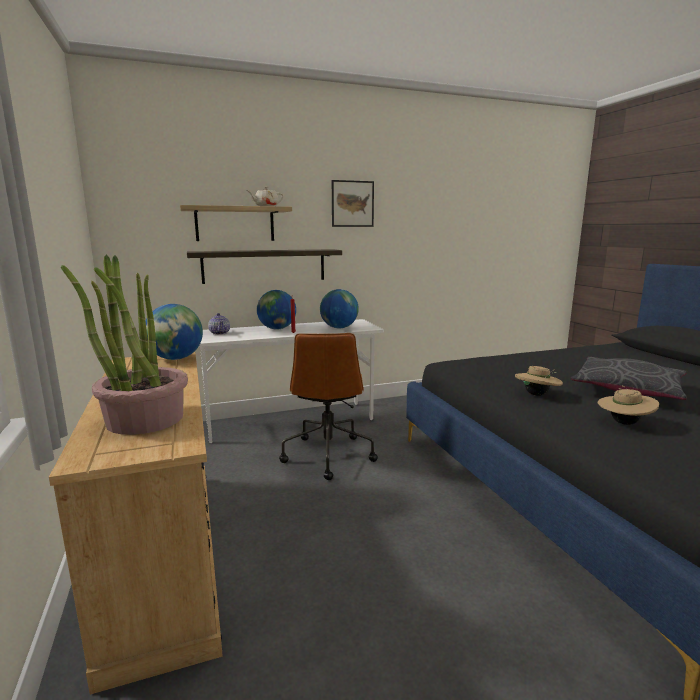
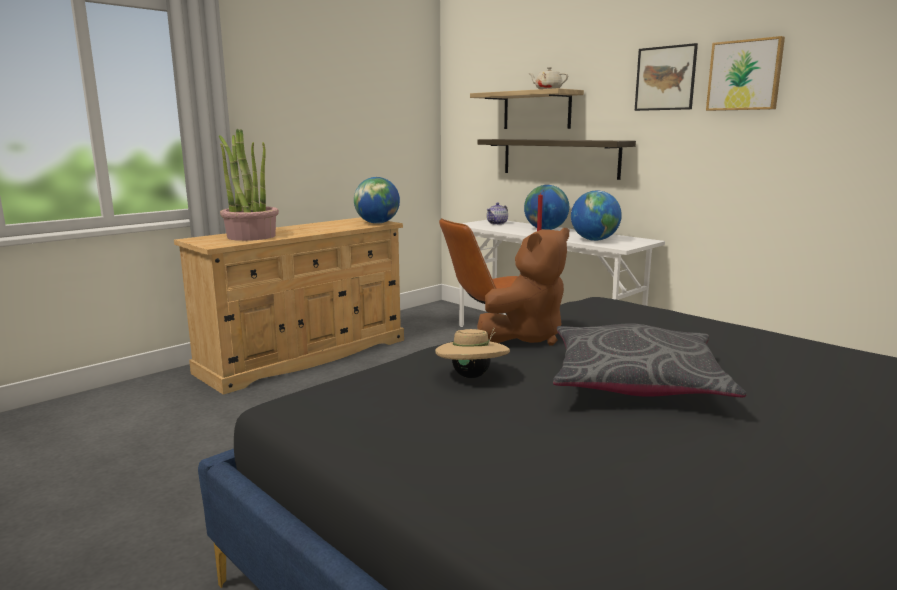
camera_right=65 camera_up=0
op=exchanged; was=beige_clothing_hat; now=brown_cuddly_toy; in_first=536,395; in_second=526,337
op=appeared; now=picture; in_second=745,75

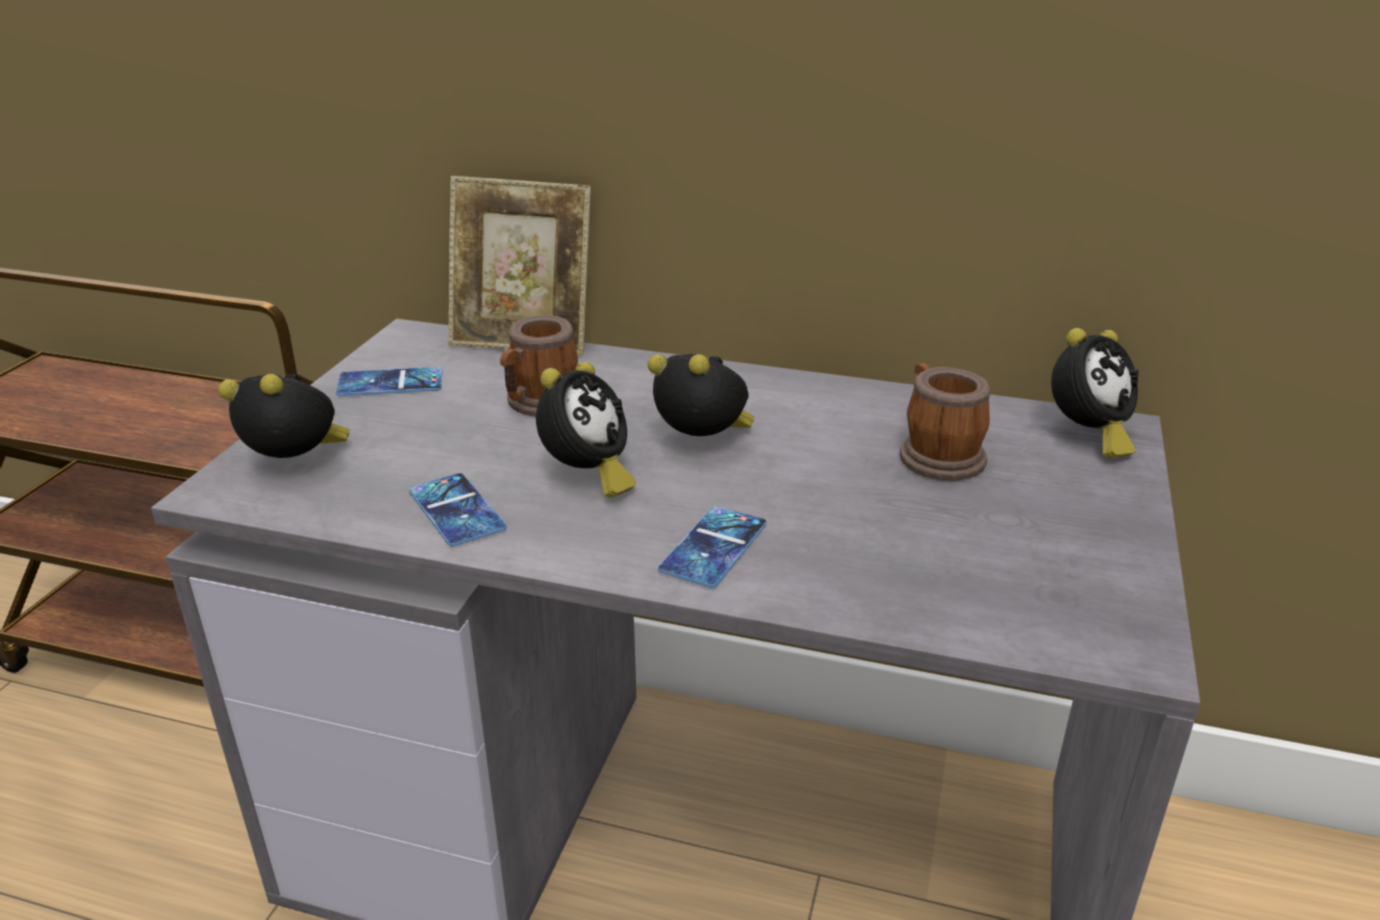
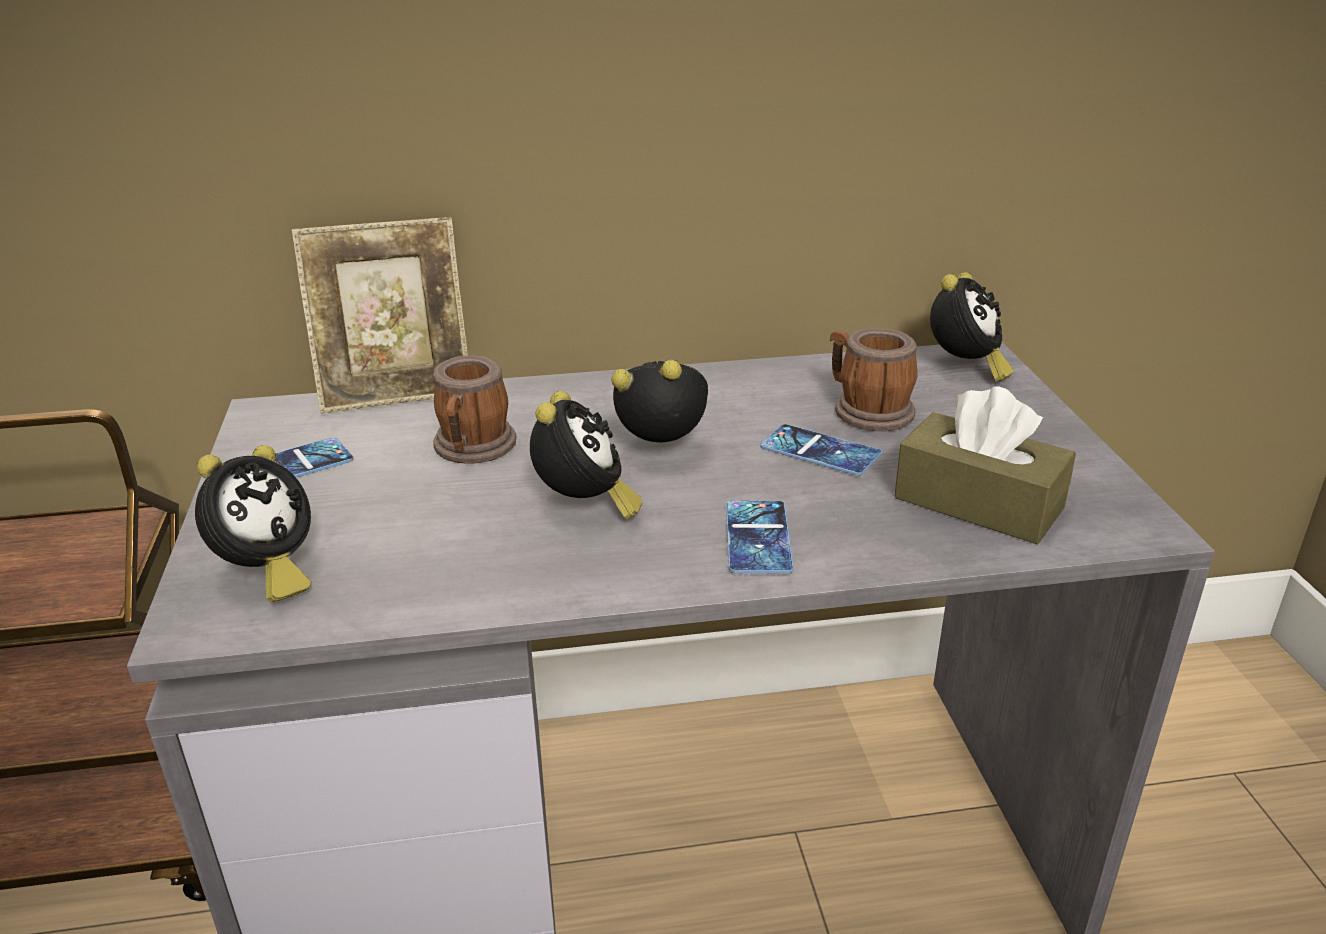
camera_right=-25 camera_up=0
op=spun; was=table_clock; in_first=298,465; in_second=266,574; clockwise=135
op=relocated; was=phone; in_first=456,510; in_second=820,451
op=appeared; now=brown_box_of_tissues; in_second=978,503

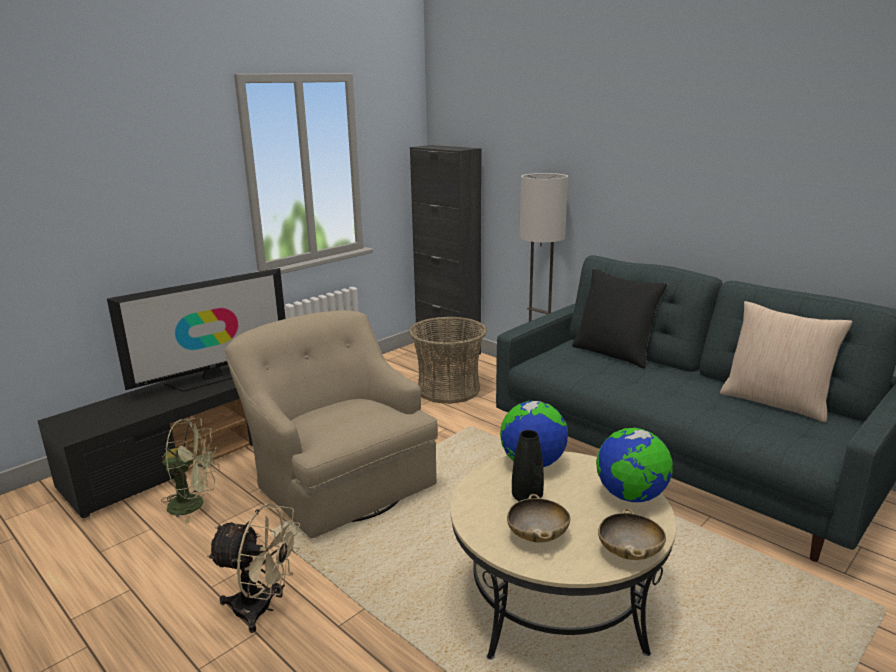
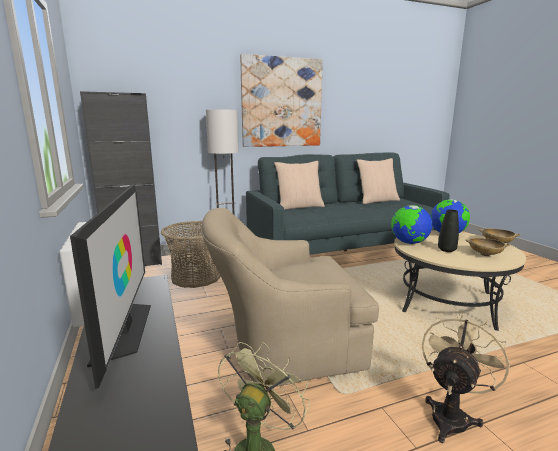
camera_right=-65 camera_up=-5
op=colour; was=blackish_throw_pillow; now=beige_throw_pillow; in_first=614,353; in_second=299,207
op=appeared; now=picture; in_second=282,103

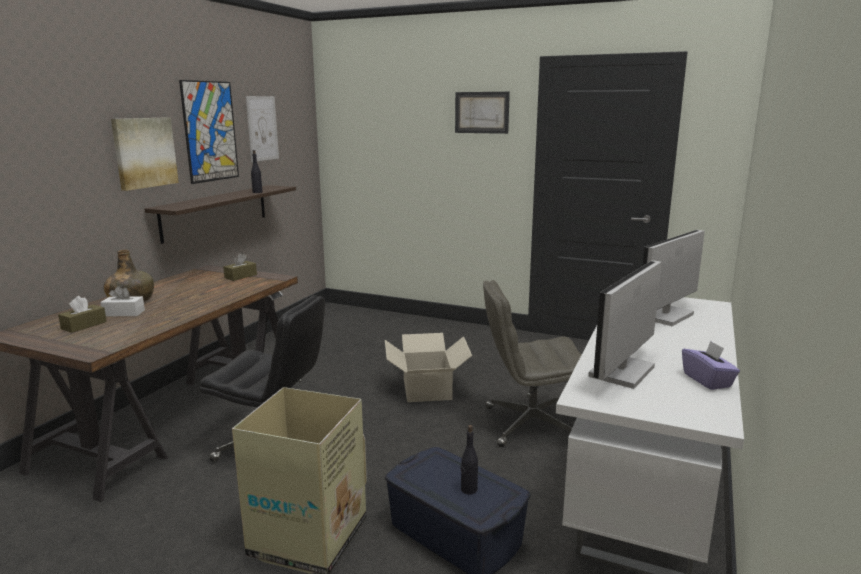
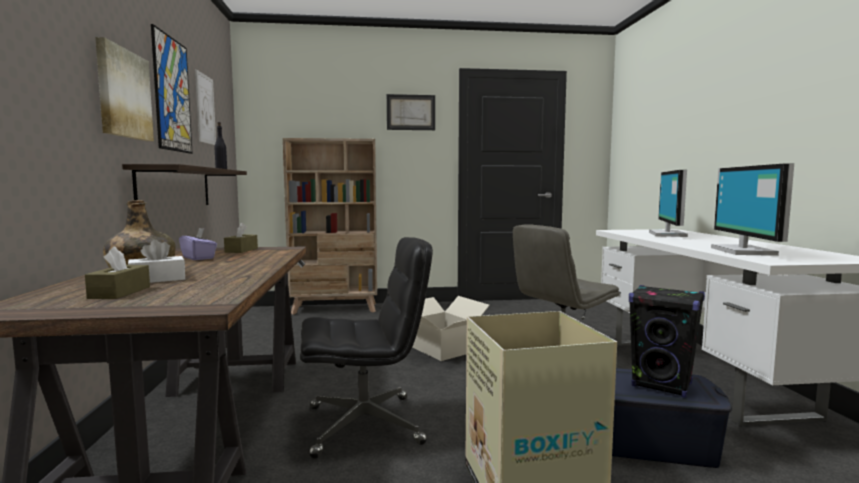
camera_right=-30 camera_up=-10
op=relocated; was=purplish_box_of_tissues; in_first=707,380; in_second=199,258
op=exchanged; was=blackish_bottle; now=blackish_audio_speaker; in_first=468,489; in_second=662,385
op=appeared; now=beige_bookcase; in_second=335,309

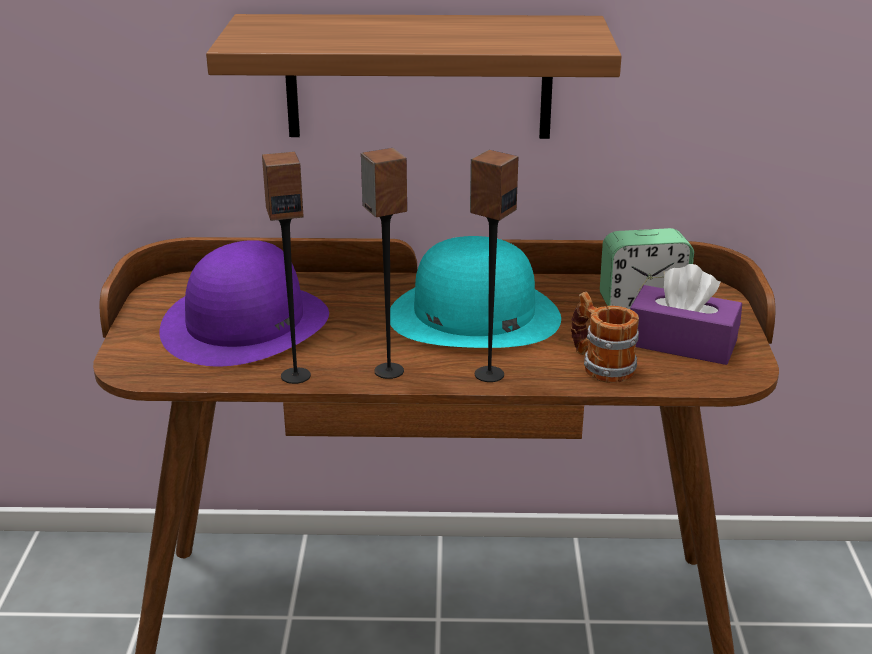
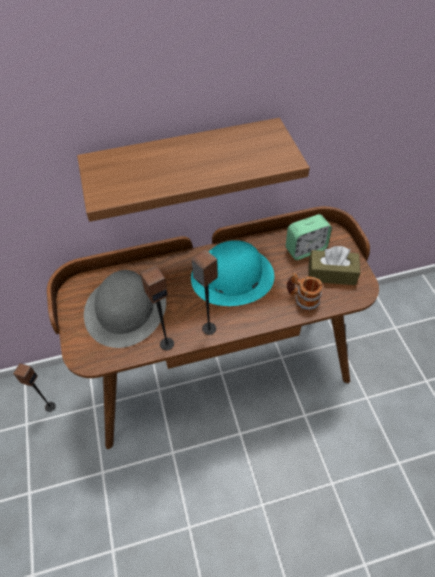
camera_right=-15 camera_up=25
op=relocated; was=audio_speaker; in_first=488,374; in_second=50,406
op=colour; was=purplish_clothing_hat; now=grey_clothing_hat; in_first=246,323; in_second=125,309
op=colour; was=purplish_box_of_tissues; now=brown_box_of_tissues; in_first=682,343; in_second=331,274

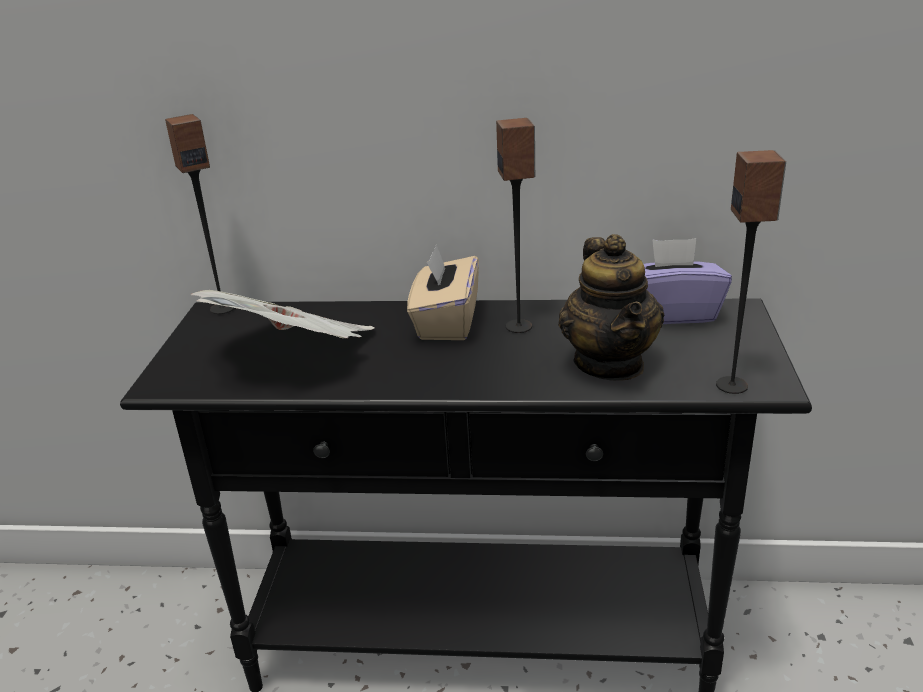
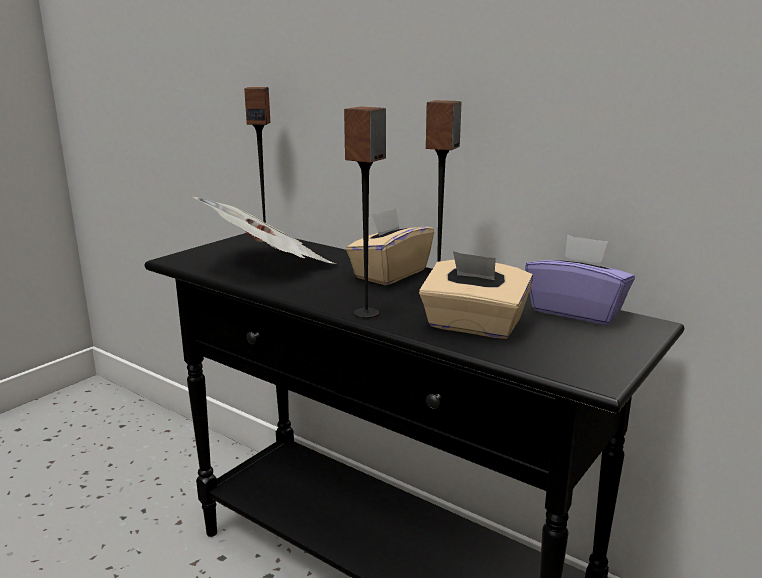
camera_right=30 camera_up=-10
op=relocated; was=audio_speaker; in_first=732,385; in_second=366,313
op=exchanged; was=tea_pot; now=beige_box_of_tissues; in_first=610,363; in_second=473,326

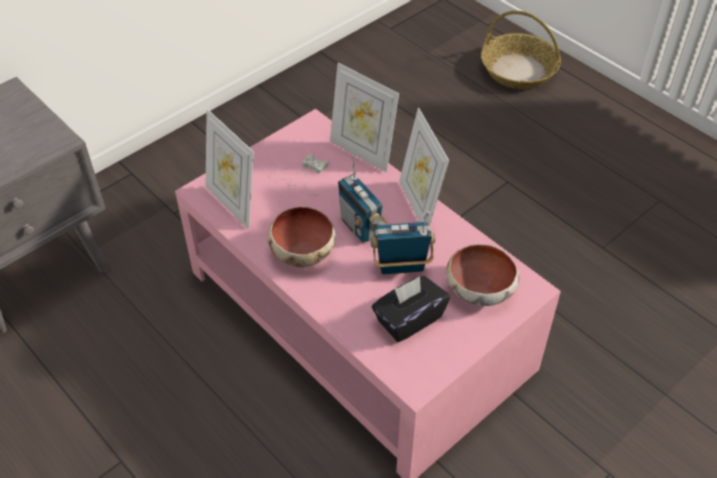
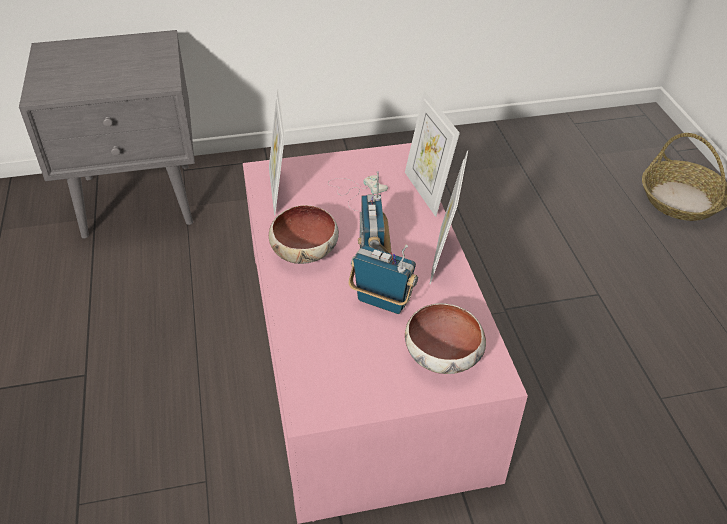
camera_right=30 camera_up=-5
op=missing; was=blackish_box_of_tissues; in_first=409,319

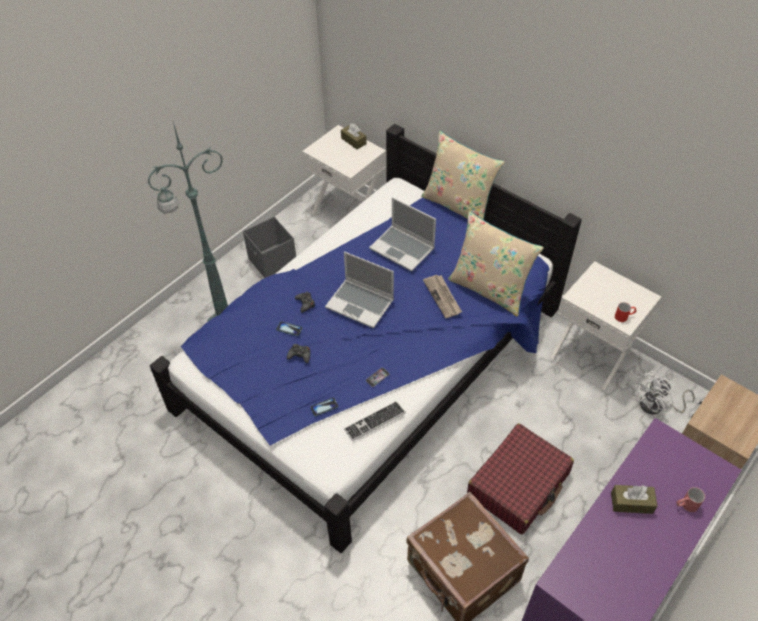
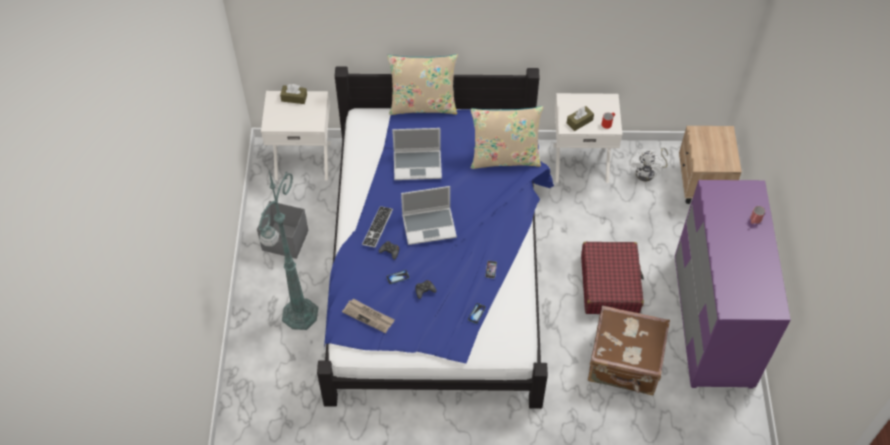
camera_right=-40 camera_up=5
op=relocated; was=newspaper; in_first=443,297; in_second=369,316
op=relocated; was=keyboard; in_first=374,421; in_second=377,227
op=relocated; was=brown_box_of_tissues; in_first=631,503; in_second=579,121

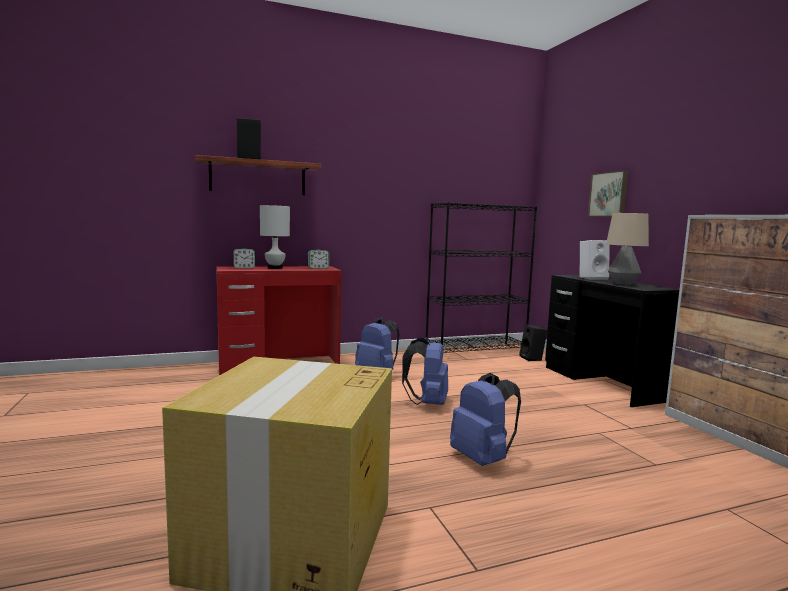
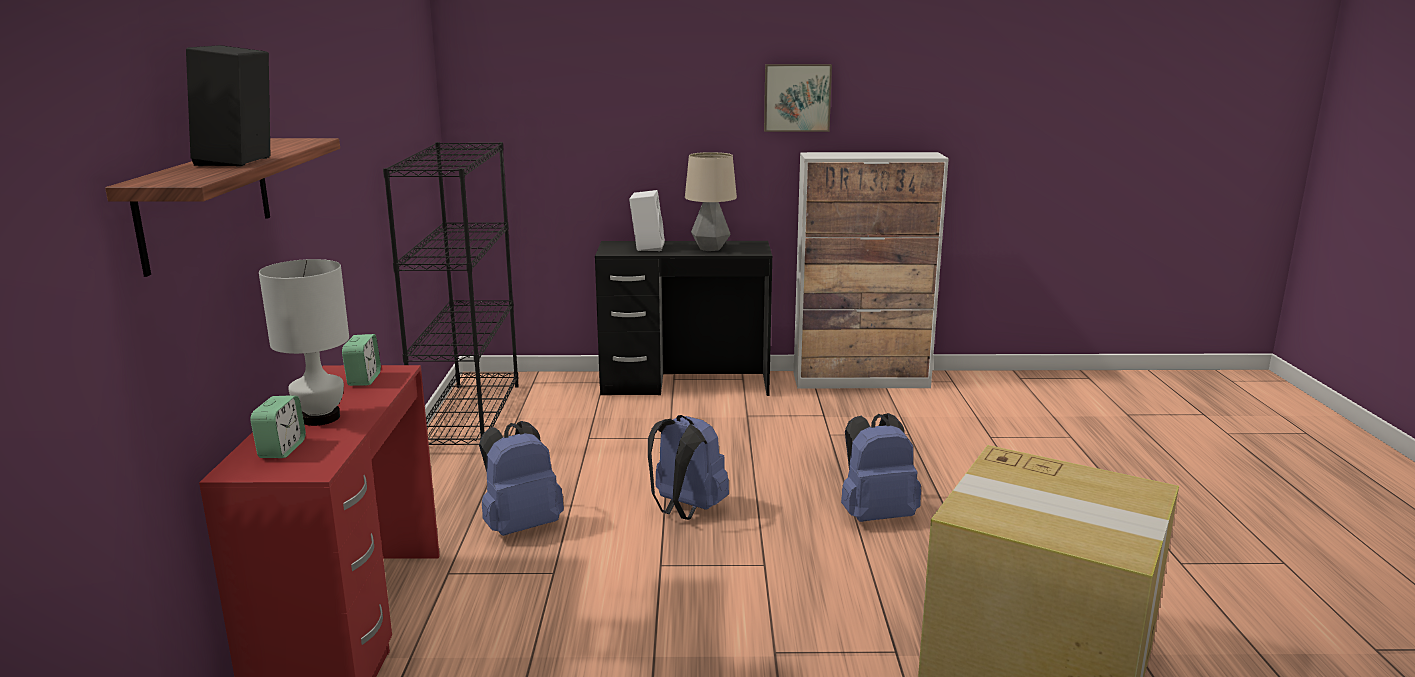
camera_right=-70 camera_up=10
op=relocated; was=picture; in_first=609,194; in_second=797,97
op=missing; was=blackish_audio_speaker; in_first=532,358

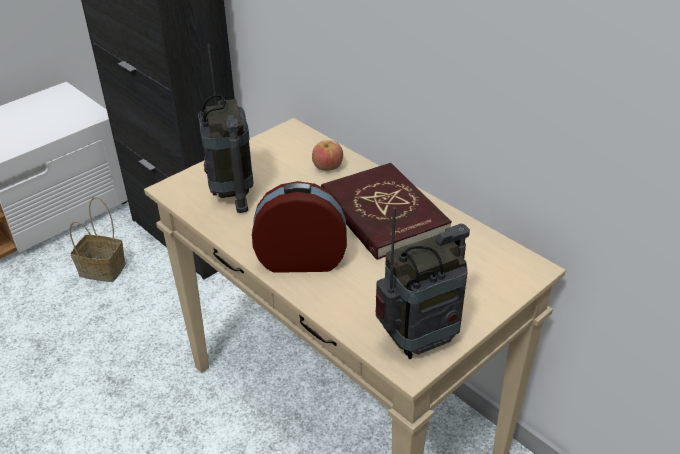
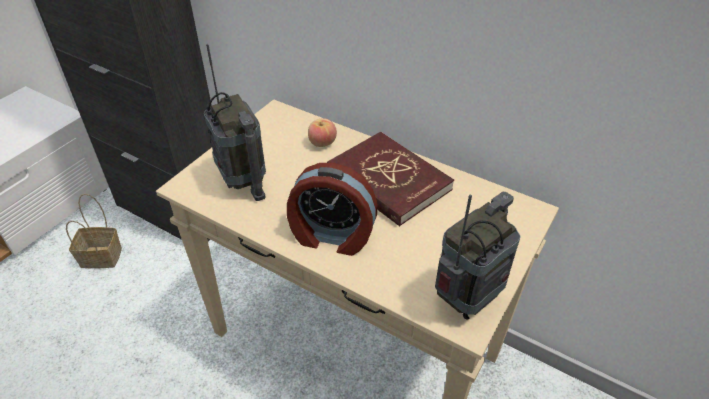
camera_right=-15 camera_up=5
op=spun; was=table_clock; in_first=301,258; in_second=331,237; clockwise=-150

